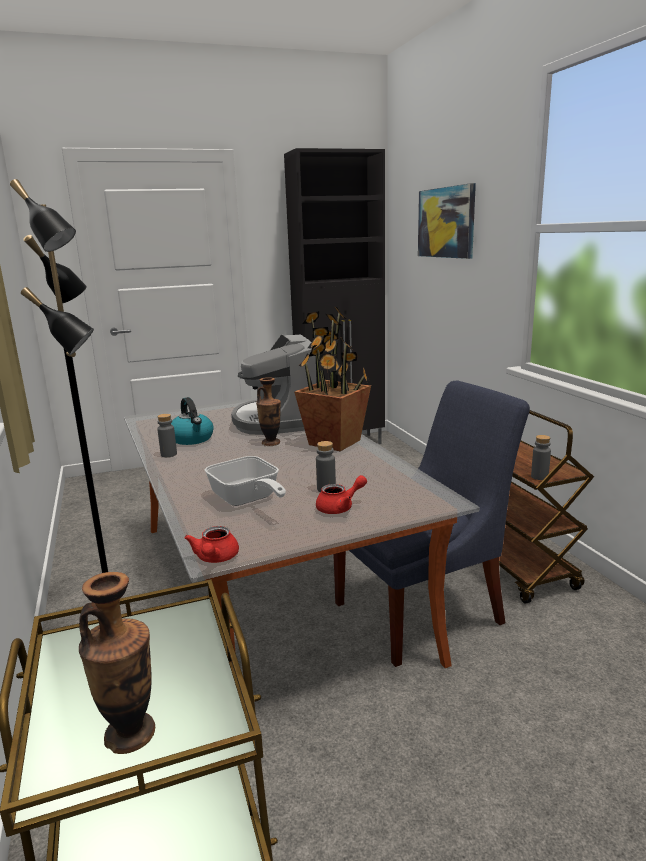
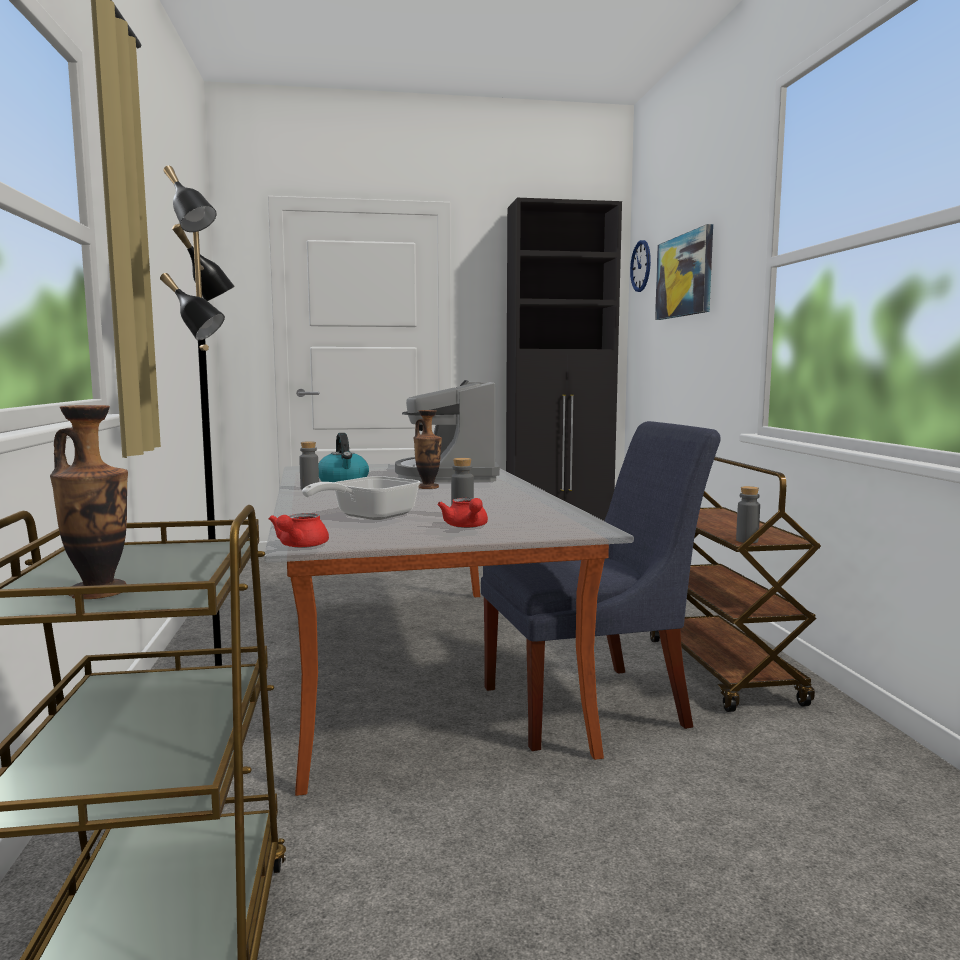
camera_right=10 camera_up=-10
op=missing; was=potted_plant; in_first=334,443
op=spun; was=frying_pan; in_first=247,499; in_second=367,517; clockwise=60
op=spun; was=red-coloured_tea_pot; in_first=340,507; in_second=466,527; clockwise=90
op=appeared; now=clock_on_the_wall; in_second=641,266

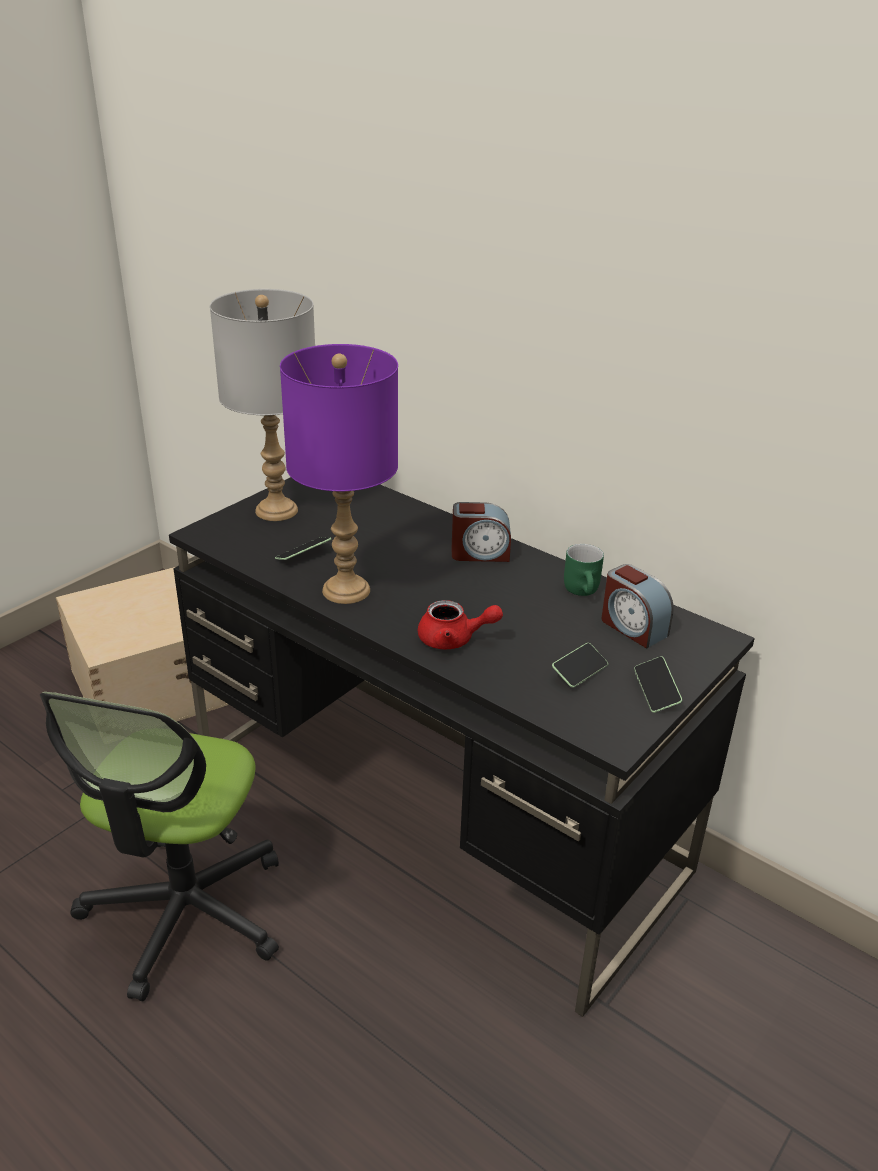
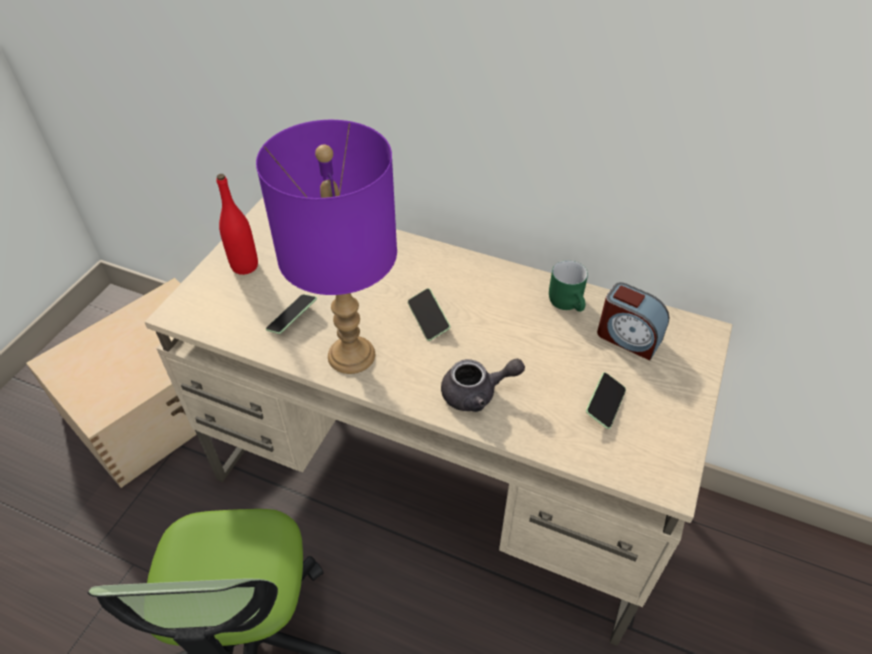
camera_right=-15 camera_up=15
op=exchanged; was=grey_tabletop_lamp; now=red-coloured_bottle; in_first=277,510; in_second=245,266
op=colour; was=blackish_desk_unit; now=beige_desk_unit; in_first=437,814; in_second=439,482
op=missing; was=table_clock; in_first=480,553
op=colour; was=red-coloured_tea_pot; now=grey_tea_pot; in_first=454,639; in_second=477,393
op=relocated; was=phone; in_first=656,692; in_second=428,319

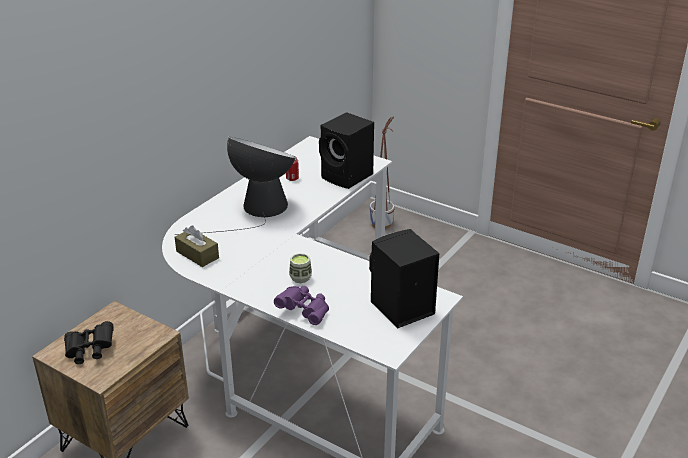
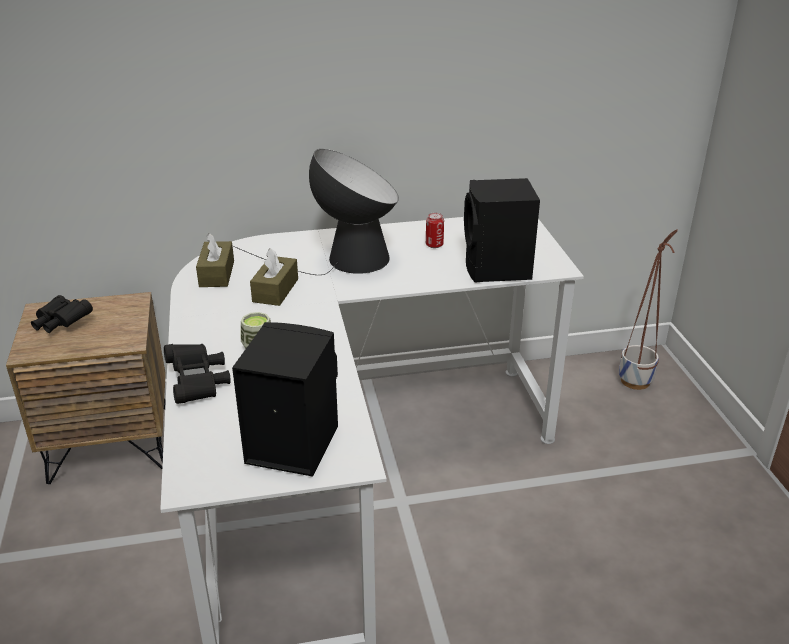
camera_right=45 camera_up=0
op=colour; was=purplish_field_glasses; now=blackish_field_glasses; in_first=304,311; in_second=198,383
op=appeared; now=brown_box_of_tissues; in_second=275,290

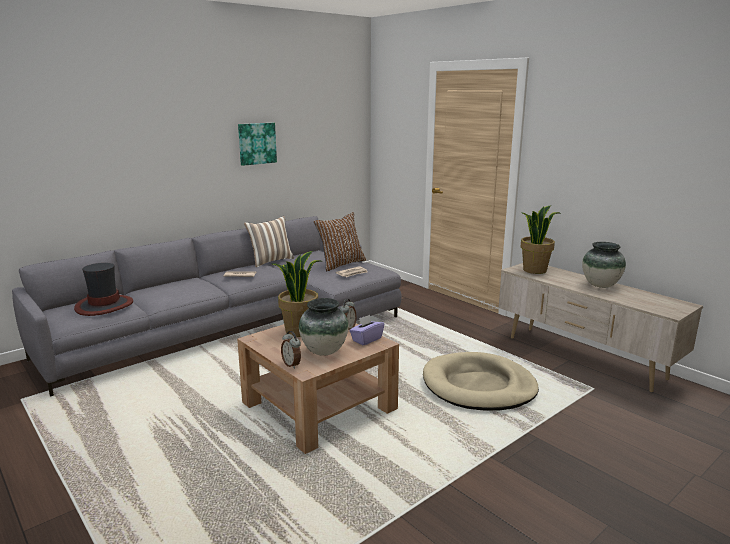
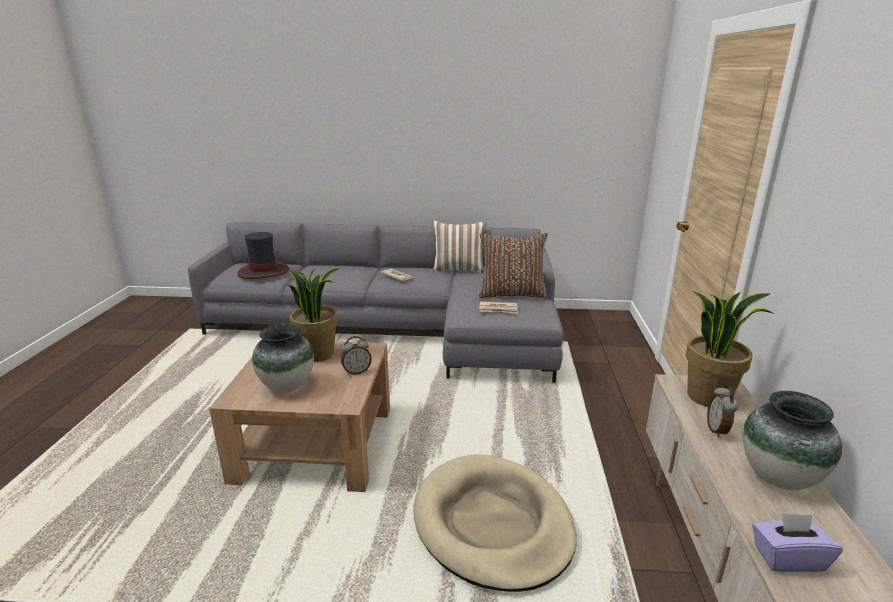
camera_right=45 camera_up=5
op=missing; was=picture; in_first=256,143
op=relocated; was=purplish_box_of_tissues; in_first=366,339; in_second=788,558
op=relocated; was=table_clock; in_first=292,364; in_second=717,430

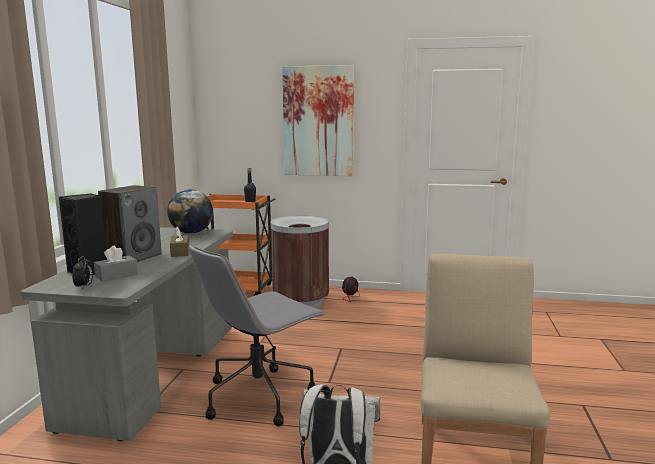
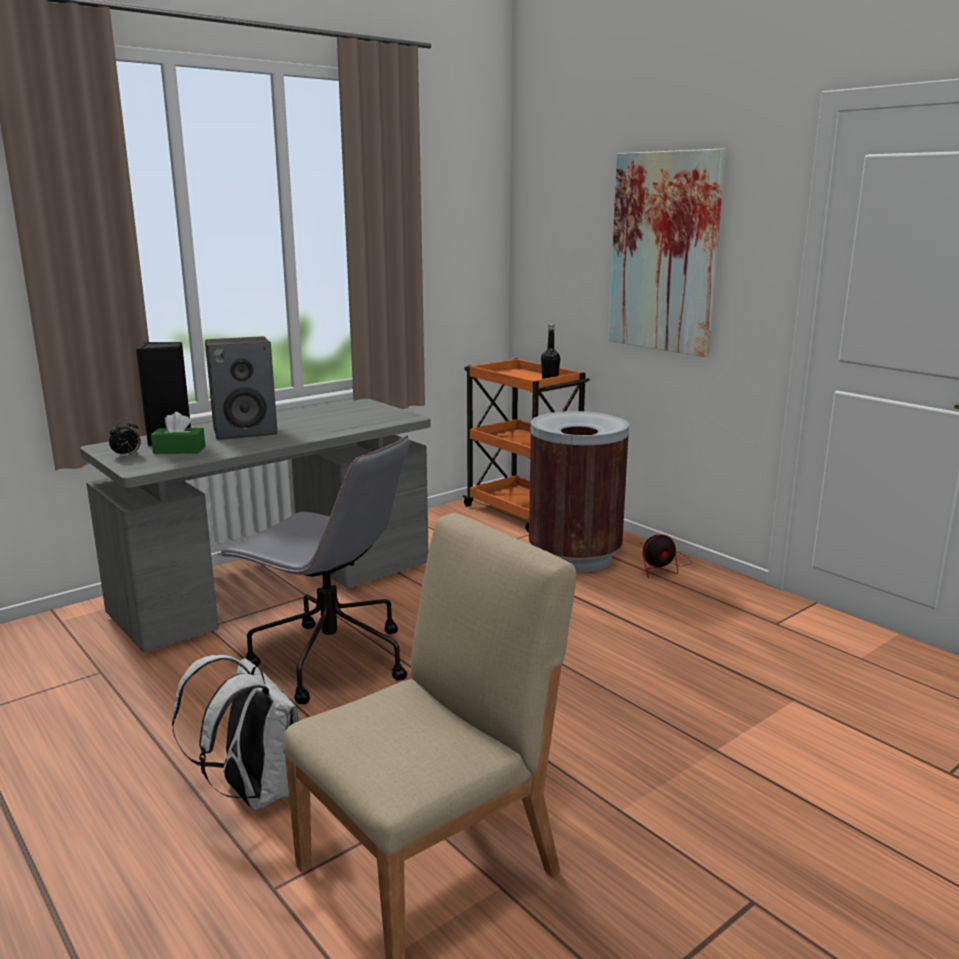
camera_right=40 camera_up=5
op=missing; was=globe; in_first=191,233
op=missing; was=brown_box_of_tissues; in_first=180,252
op=spun; was=grey_desk_chair; in_first=259,395; in_second=329,660; clockwise=-150
op=colour; was=grey_box_of_tissues; now=greenish_box_of_tissues; in_first=116,275; in_second=179,450

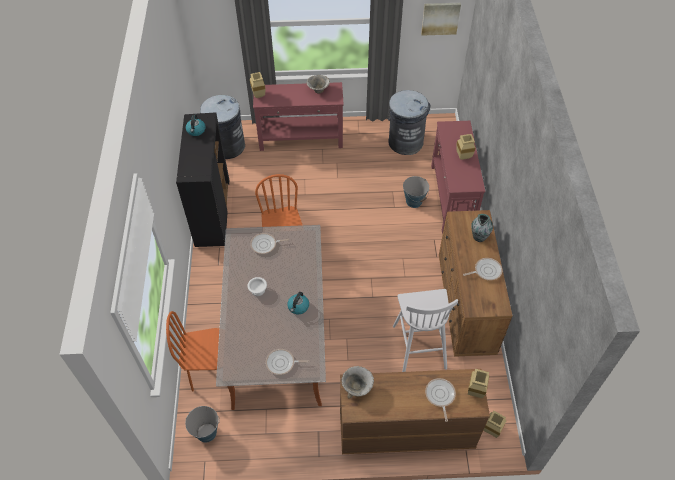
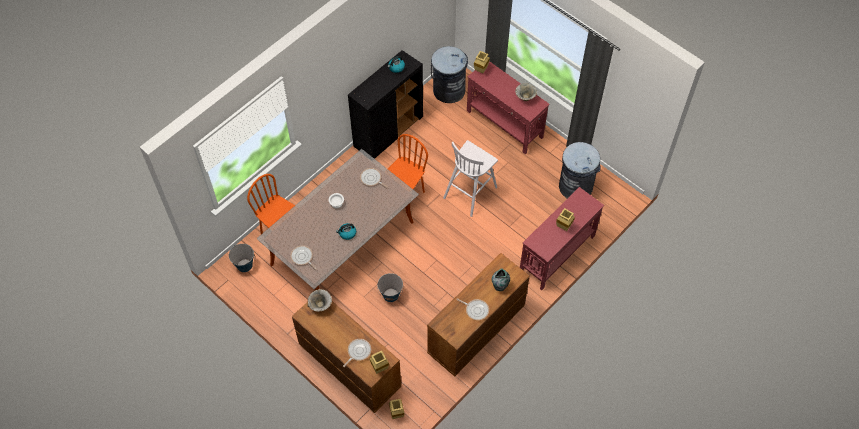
camera_right=45 camera_up=5
op=missing; was=picture; in_first=440,18
op=relocated; was=pail; in_first=414,201; in_second=391,295
op=relocated; was=white-coloured_stool_seat; in_first=419,346; in_second=471,192

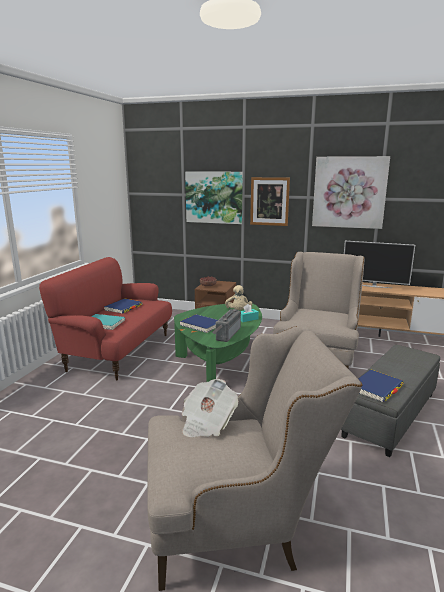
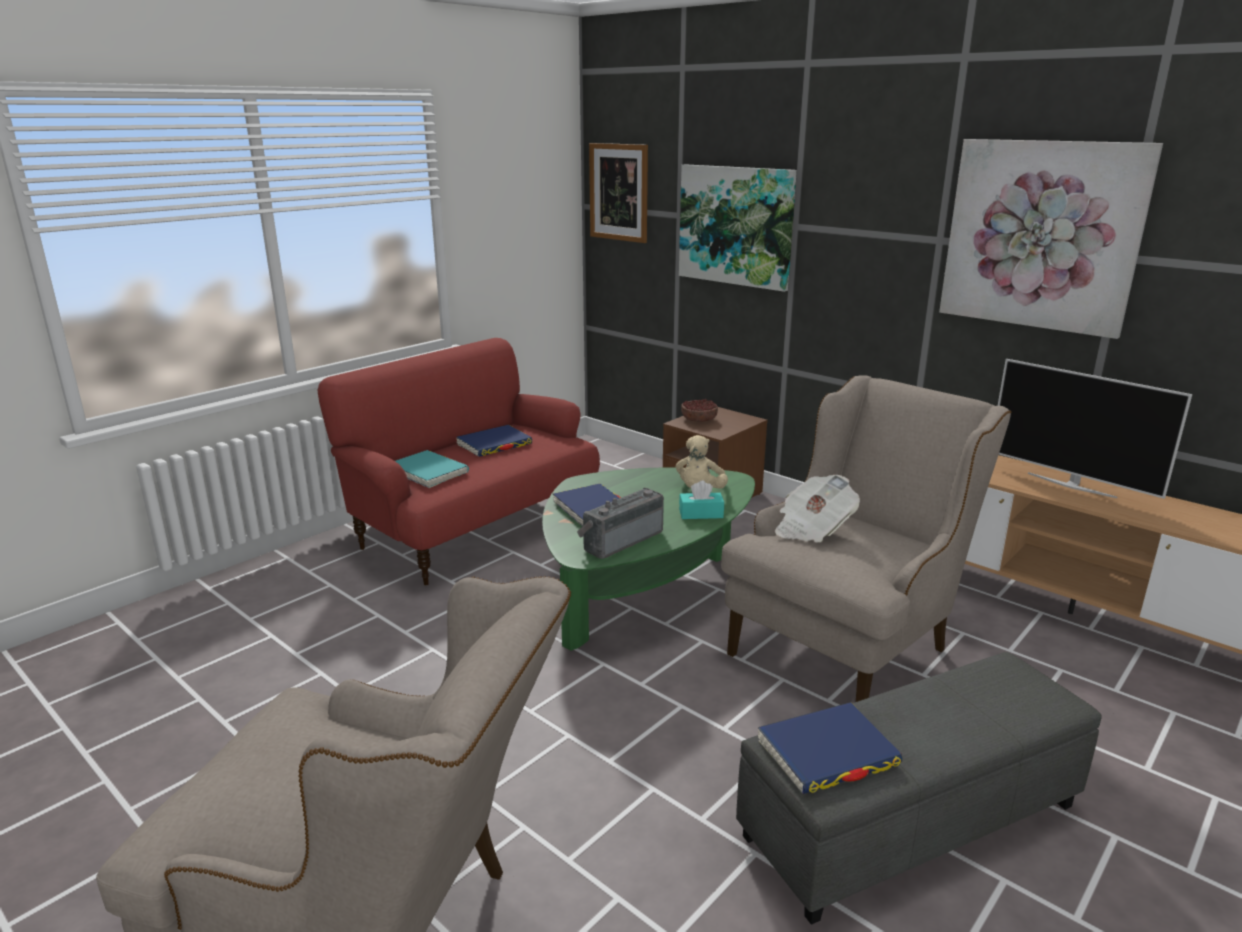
camera_right=25 camera_up=5
op=relocated; was=picture; in_first=269,201; in_second=618,192
op=relocated; was=newspaper; in_first=207,422; in_second=812,528

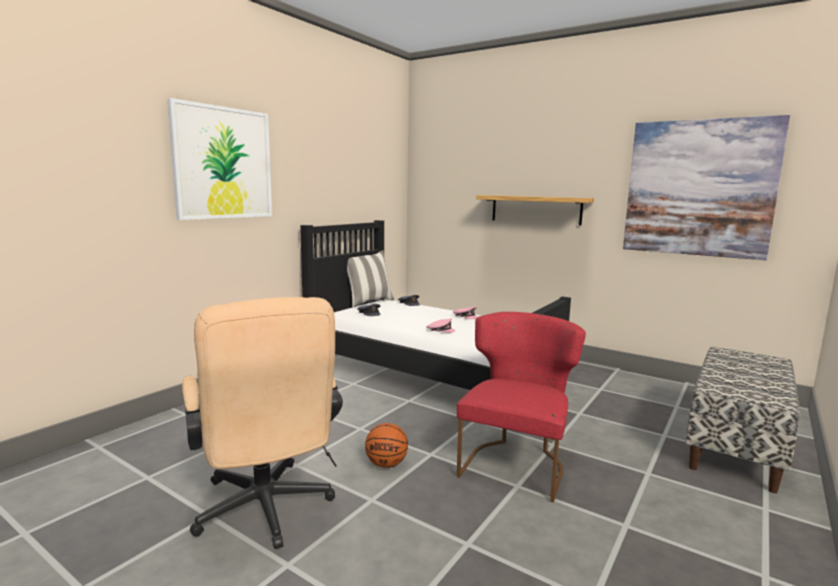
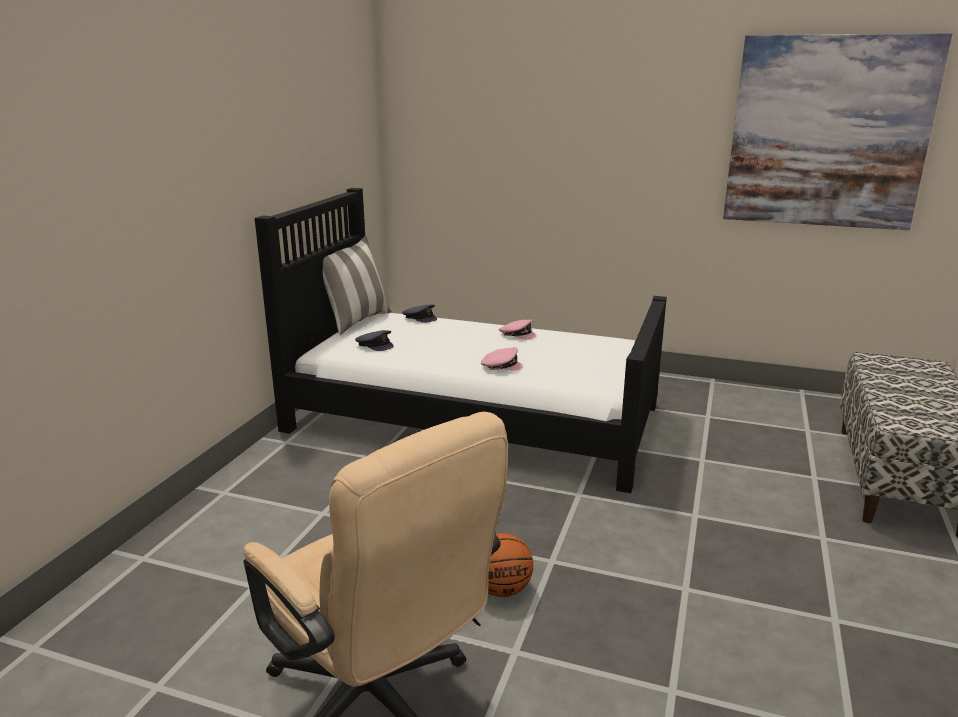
camera_right=-15 camera_up=10
op=missing; was=picture; in_first=223,163
op=missing; was=shelf; in_first=535,209
op=missing; was=red-coloured_plain_chair; in_first=515,464

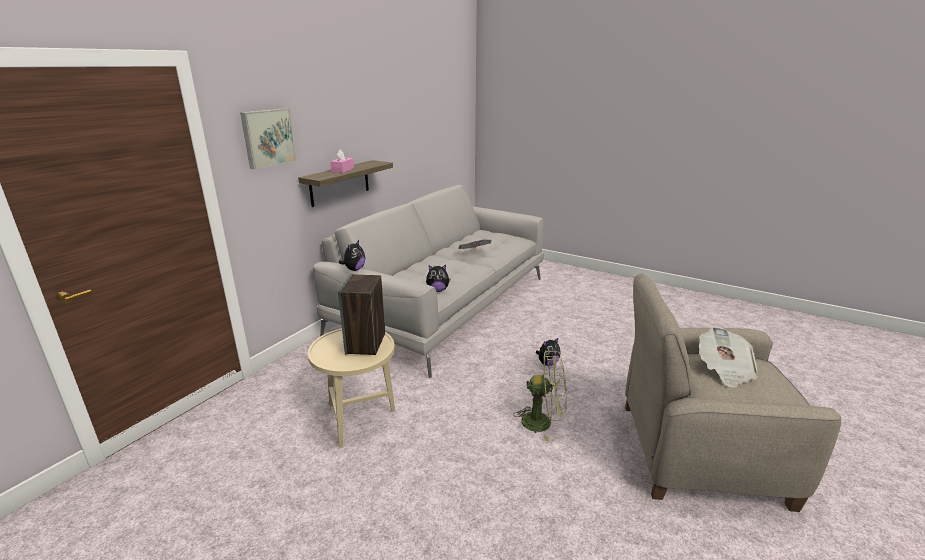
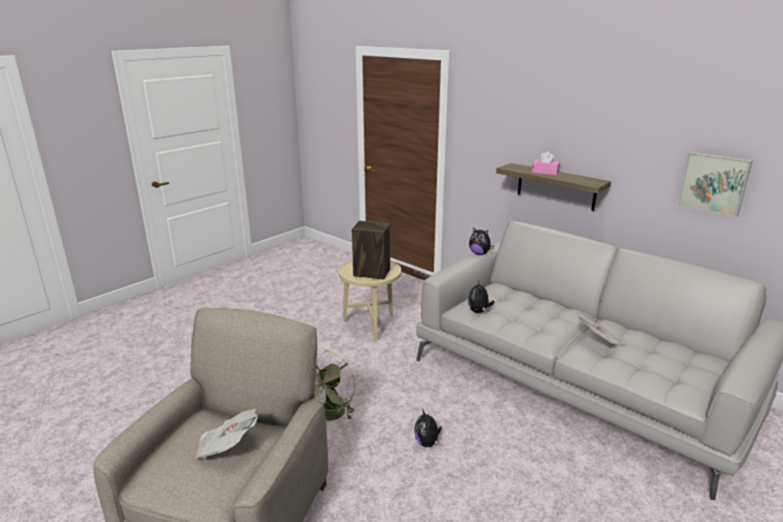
camera_right=100 camera_up=0
op=relocated; was=picture; in_first=268,138; in_second=714,183

